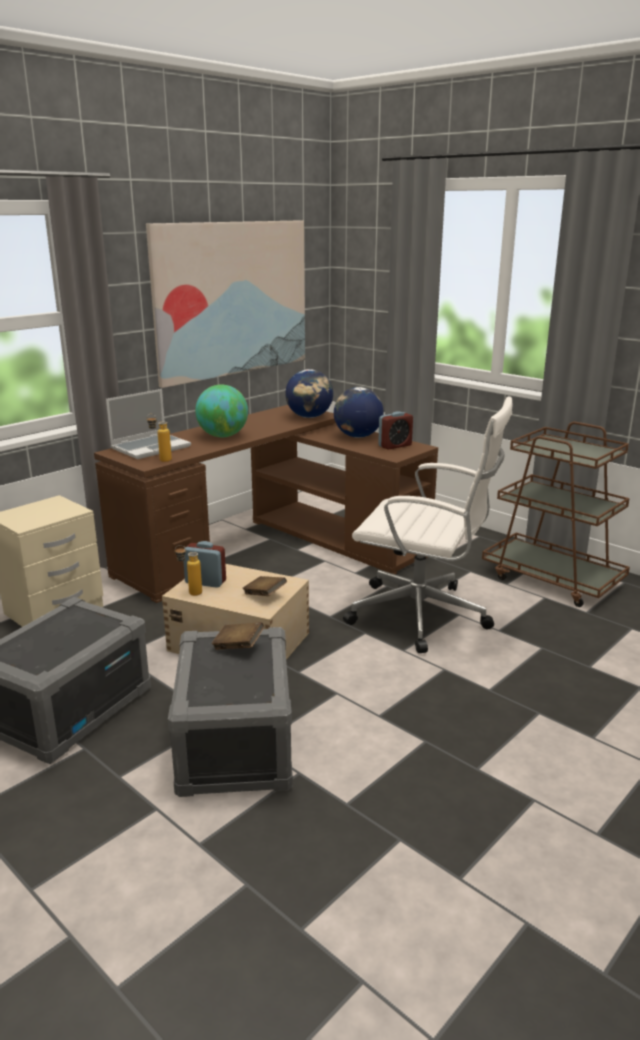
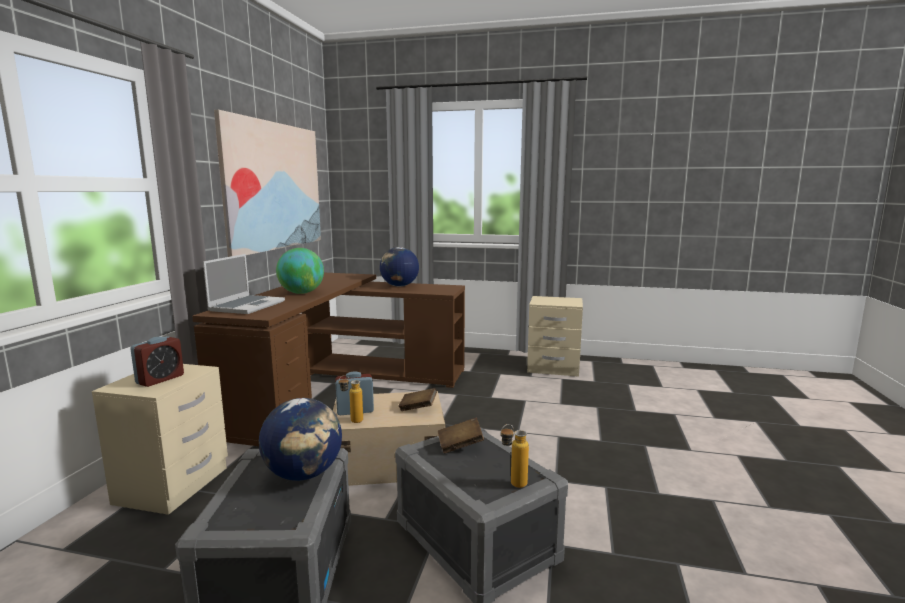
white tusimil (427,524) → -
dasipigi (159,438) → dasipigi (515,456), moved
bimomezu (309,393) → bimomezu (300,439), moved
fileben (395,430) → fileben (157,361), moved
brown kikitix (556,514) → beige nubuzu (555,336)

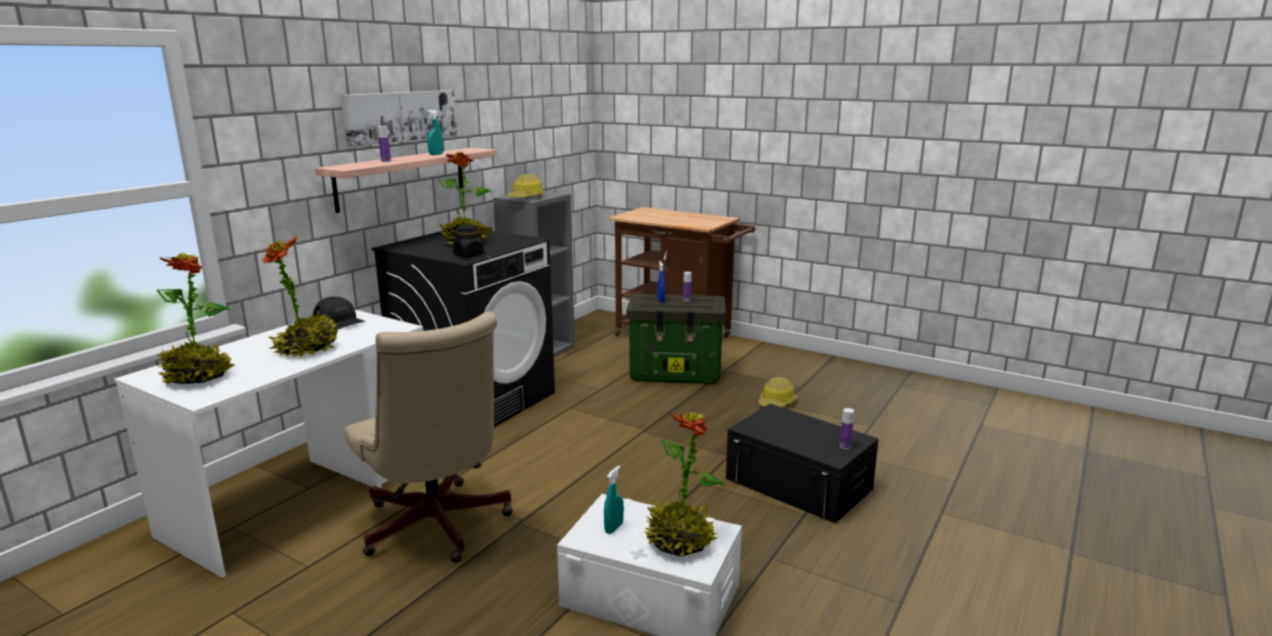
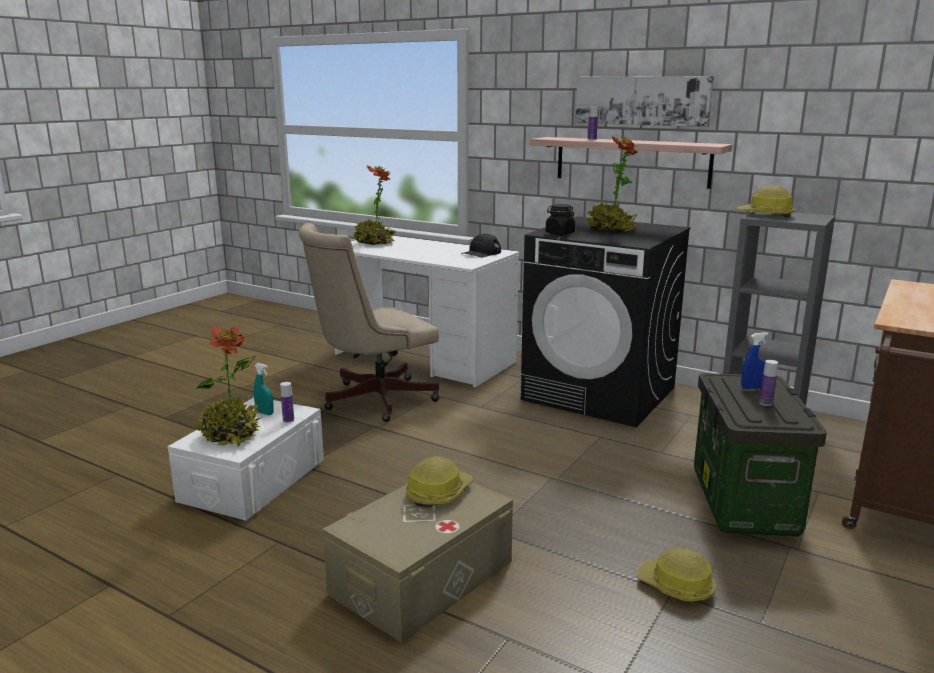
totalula (300,296) → -
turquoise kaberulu (435,132) → -
- → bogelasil (439,482)
dasipigi (847,428) → dasipigi (287,402), moved
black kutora (802,464) → beige kutora (418,562)

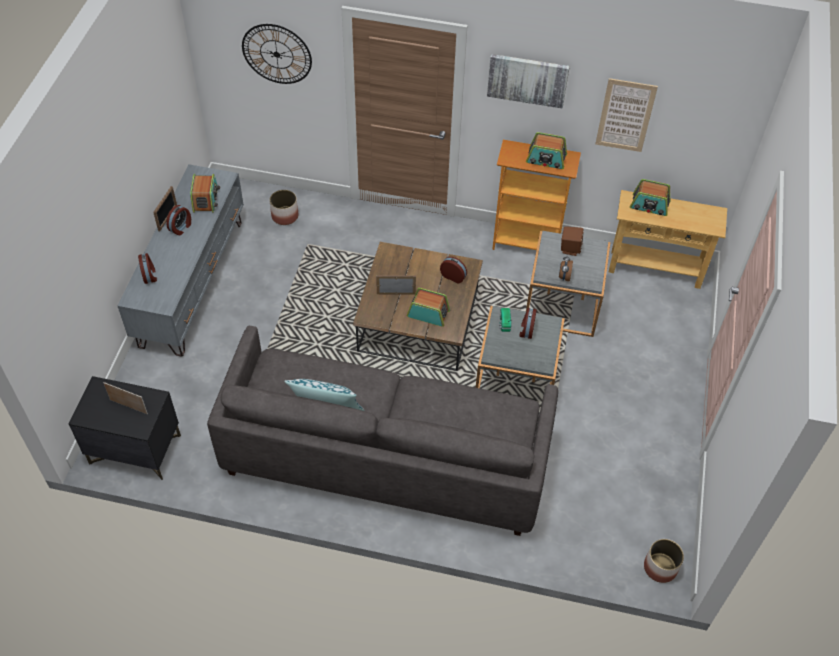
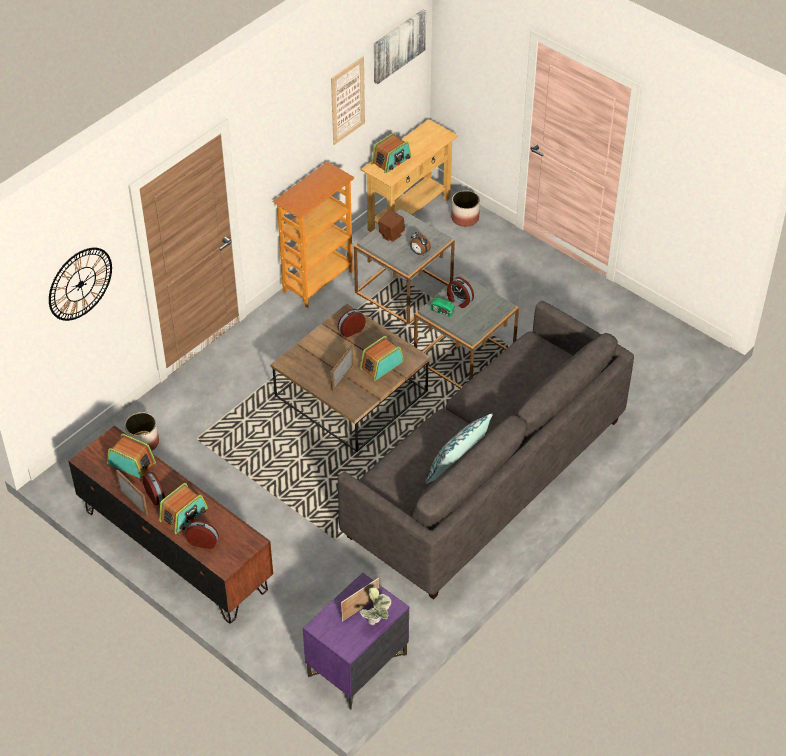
- → totalula (375,606)
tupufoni (528,81) → tupufoni (400,46), moved
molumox (546,150) → molumox (183,508), moved
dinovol (664,561) → dinovol (465,209), moved
black nubuzu (125,428) → purple nubuzu (356,641)
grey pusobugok (180,260) → brown pusobugok (171,524)

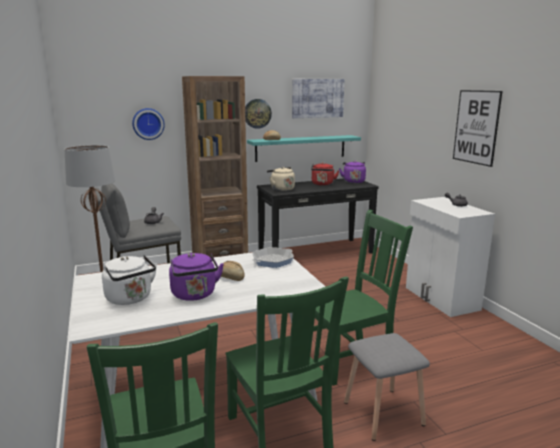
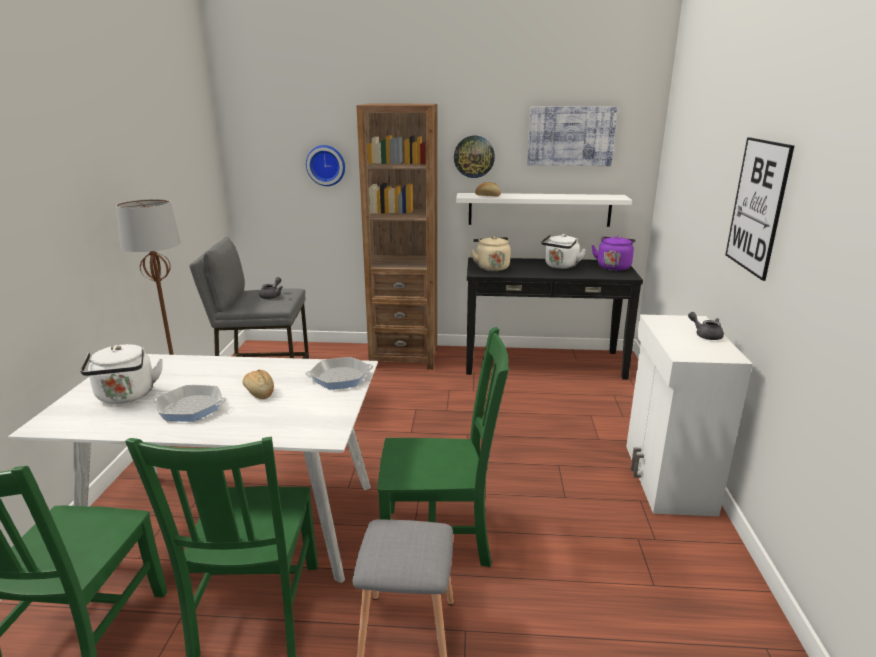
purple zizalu (196,277) → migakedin (189,403)
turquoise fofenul (304,148) → white fofenul (544,210)
red zizalu (325,173) → white zizalu (563,251)

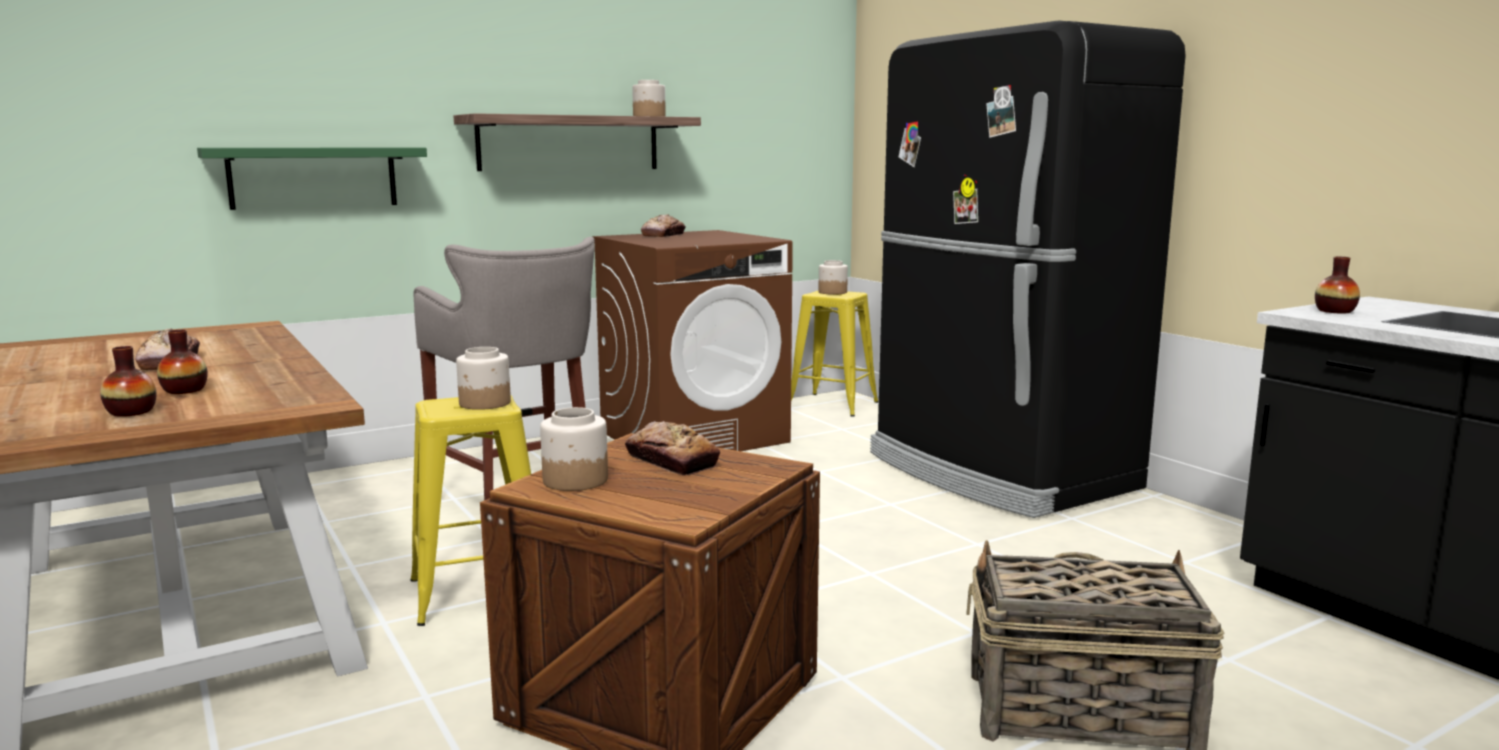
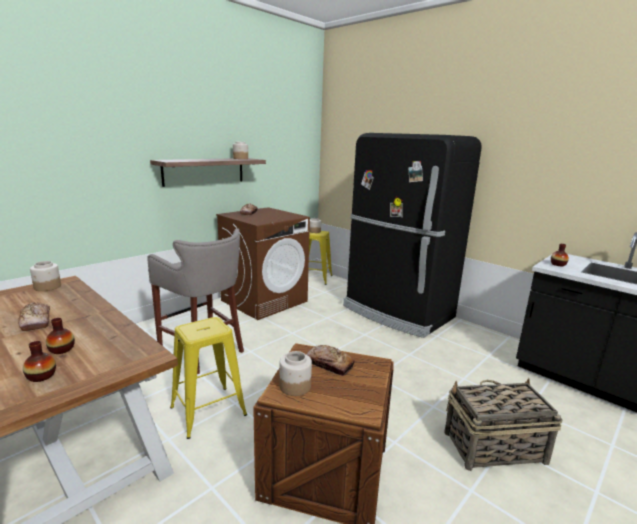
green fofenul (312,179) → -
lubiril (483,378) → lubiril (45,276), moved

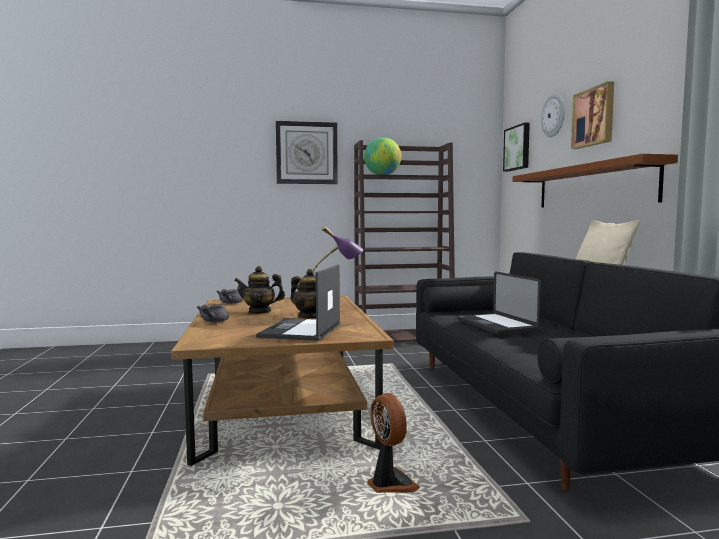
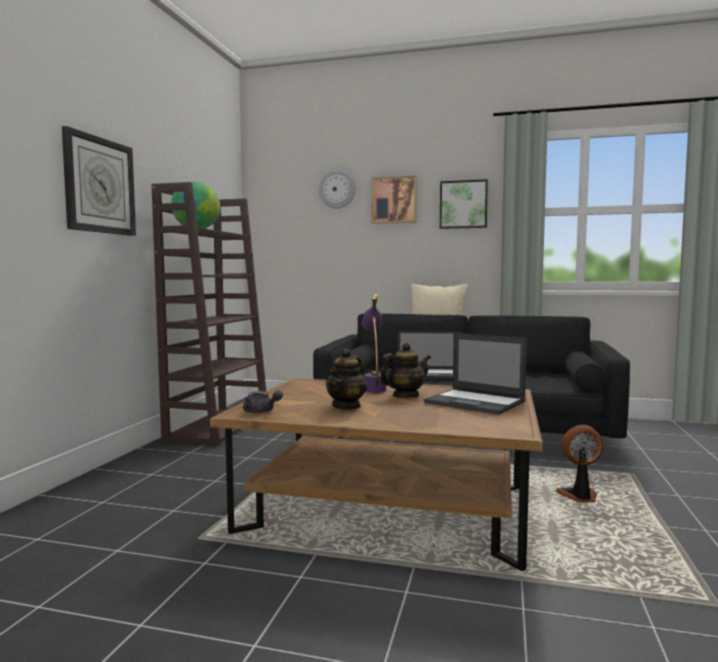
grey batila (213,313) → -
brown fofenul (595,180) → -
tupufoni (516,147) → tupufoni (464,204), moved

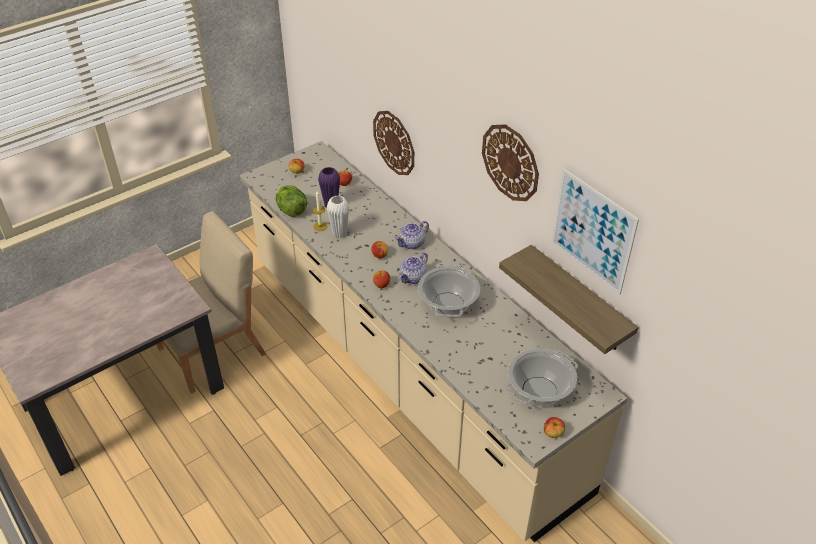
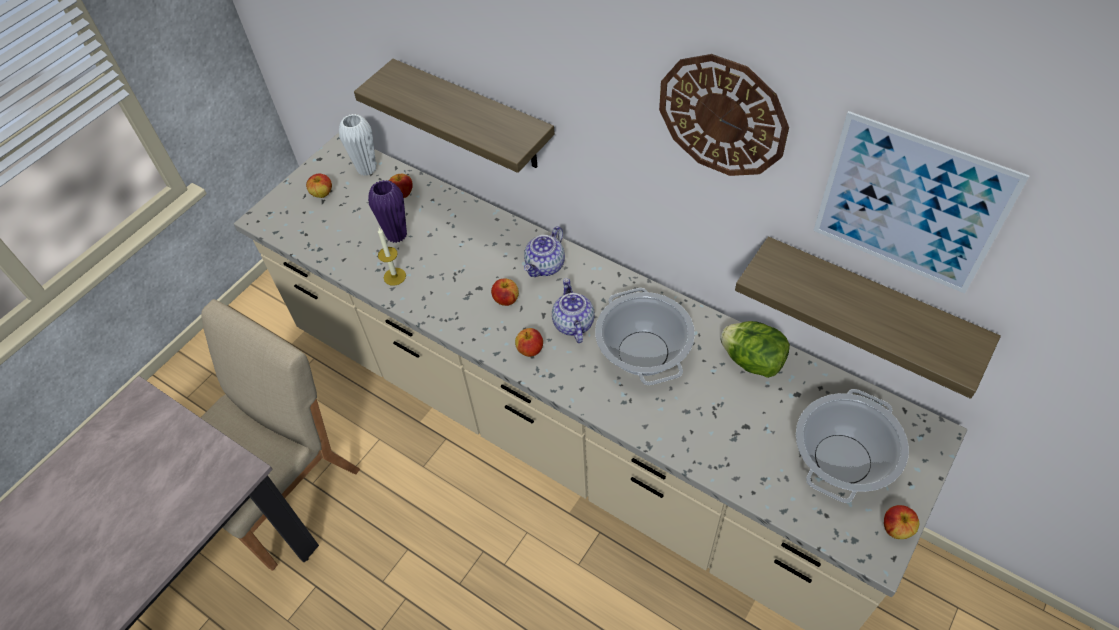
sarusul (291,201) → sarusul (755,349), moved
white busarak (338,216) → white busarak (357,145), moved
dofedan (393,143) → fofenul (454,116)
batila (413,268) → batila (573,310), 150 degrees clockwise

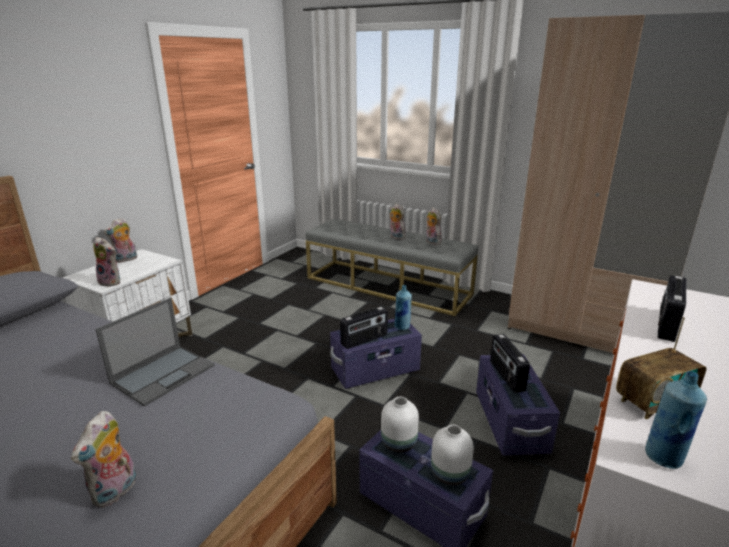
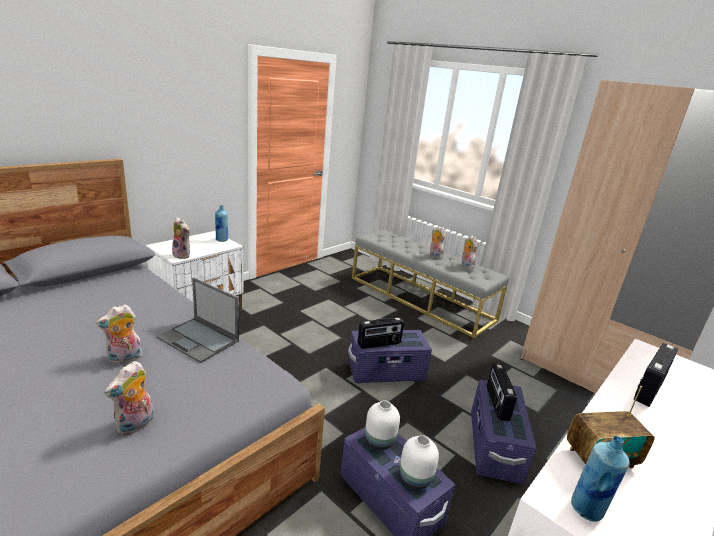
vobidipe (120,240) → vobidipe (119,334), moved
blue dasipigi (403,307) → blue dasipigi (221,223), moved
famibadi (155,352) → famibadi (197,320), 75 degrees clockwise

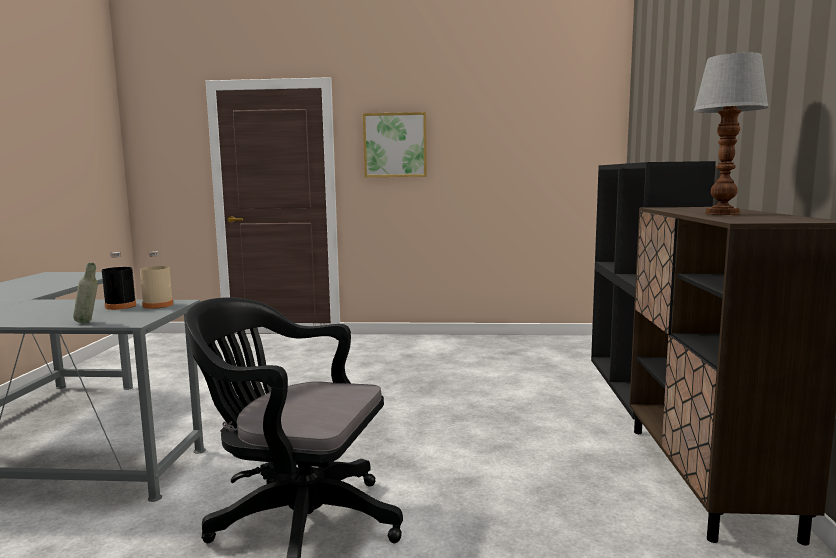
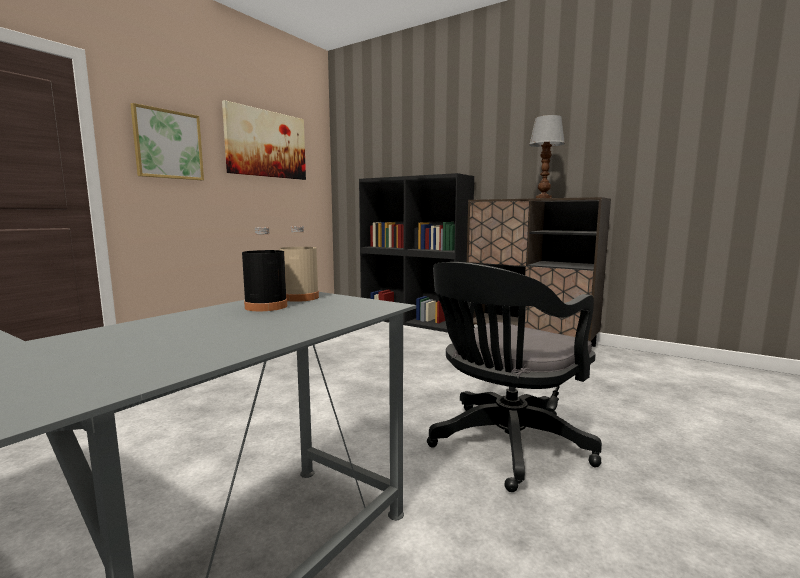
grey dasipigi (85,293) → -
- → tupufoni (264,140)

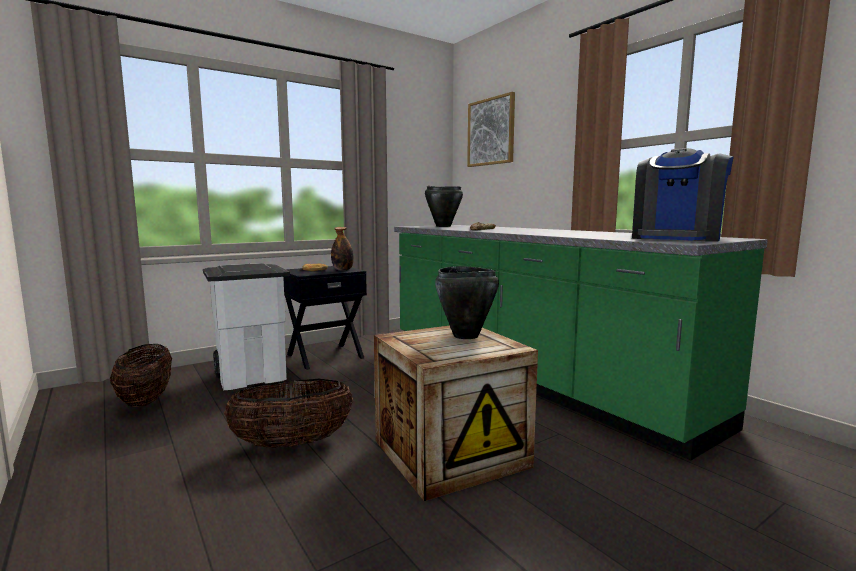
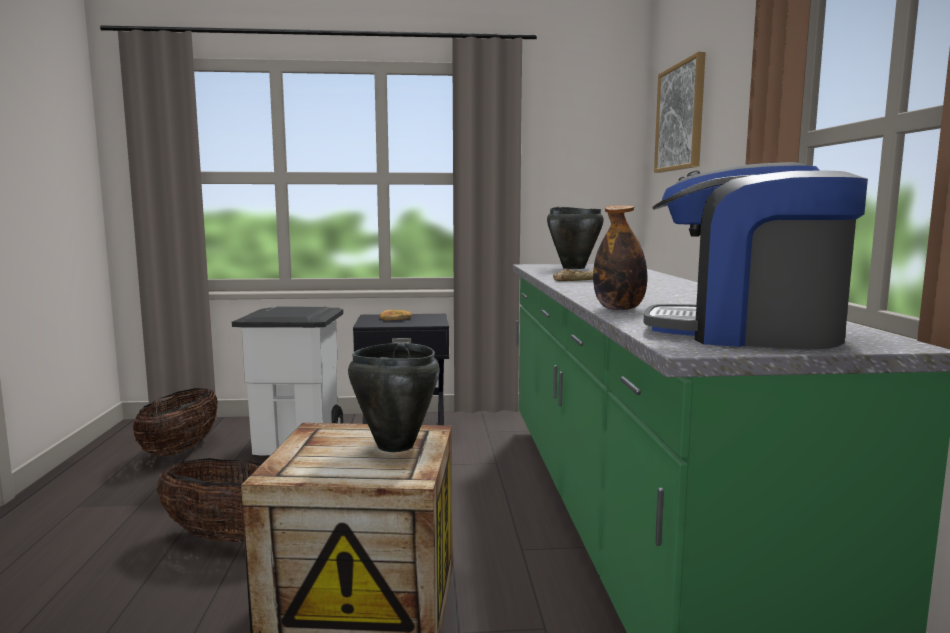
dasipigi (342,249) → dasipigi (620,257), moved
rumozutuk (683,195) → rumozutuk (755,255), 45 degrees clockwise

